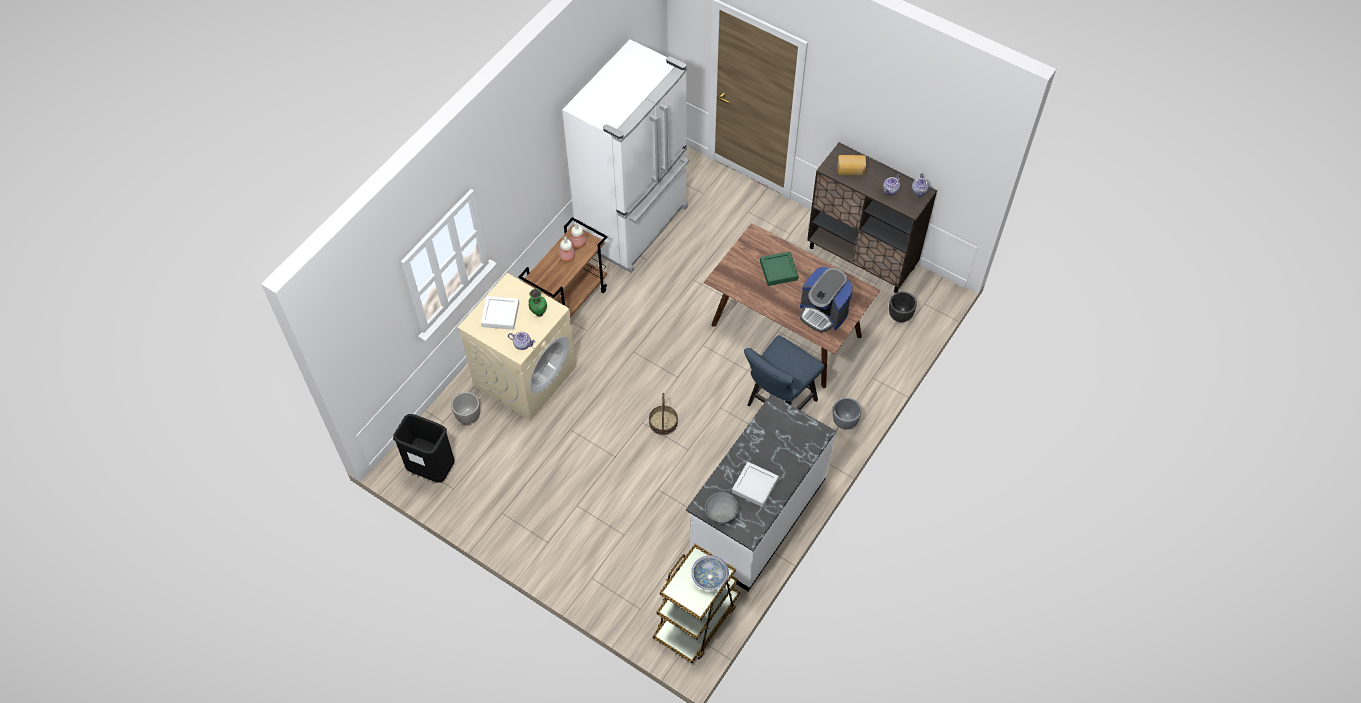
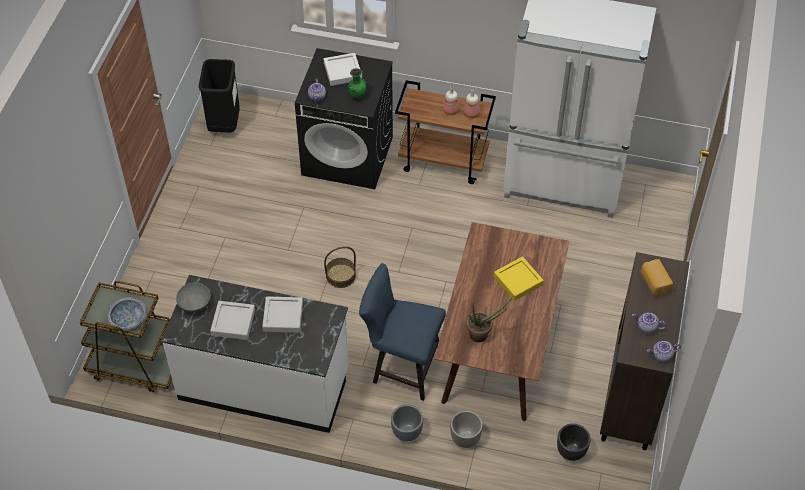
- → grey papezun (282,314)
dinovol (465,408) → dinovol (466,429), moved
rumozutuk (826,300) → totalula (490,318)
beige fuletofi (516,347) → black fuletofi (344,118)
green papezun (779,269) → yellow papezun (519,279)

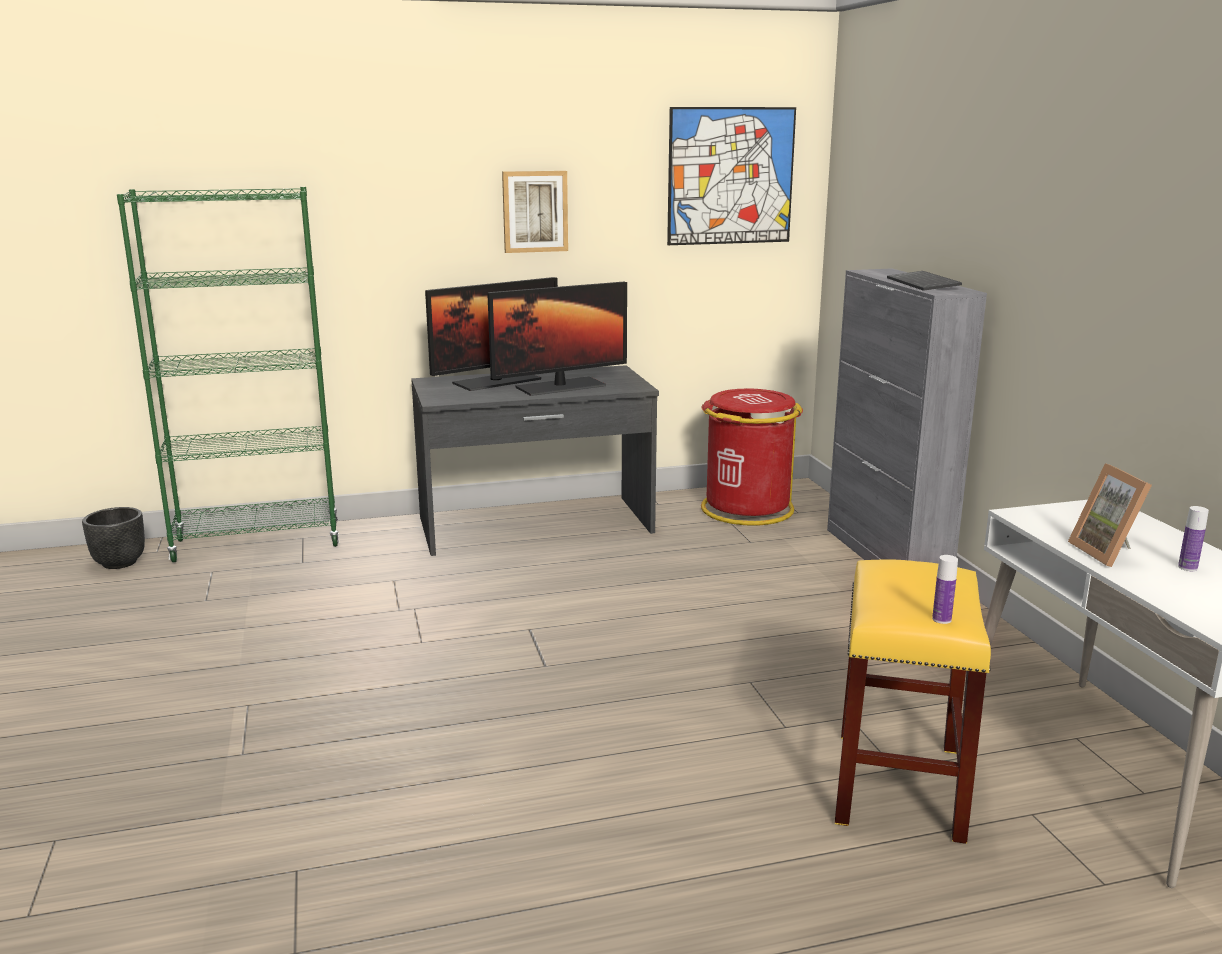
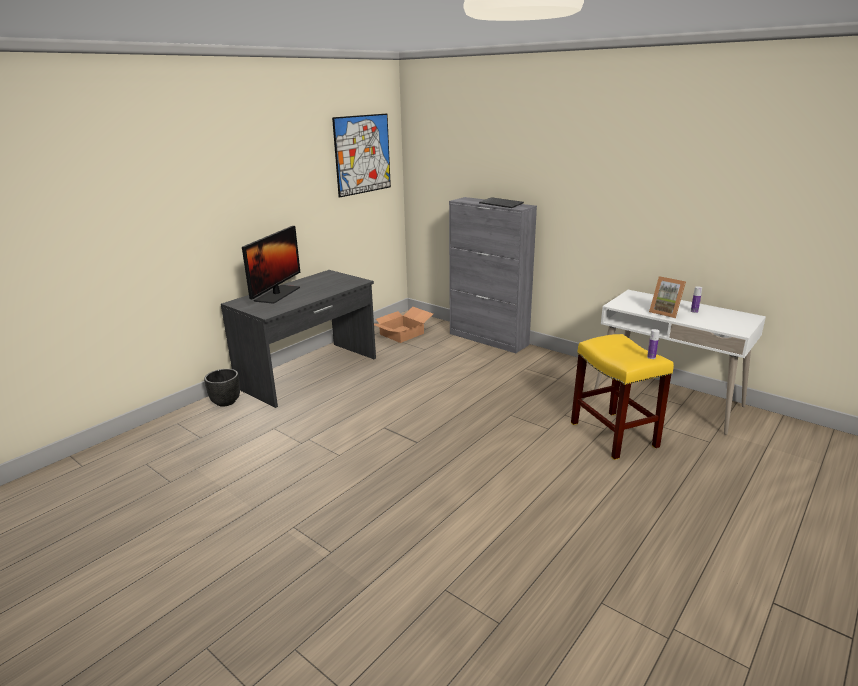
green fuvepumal (228,374) → -
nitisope (557,339) → -
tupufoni (535,212) → -
black dinovol (113,538) → black dinovol (222,388), moved
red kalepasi (752,457) → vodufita (403,325)

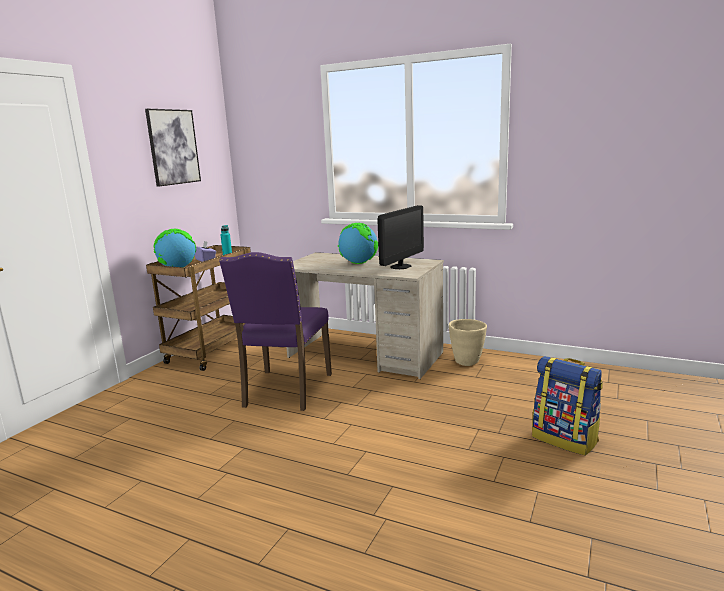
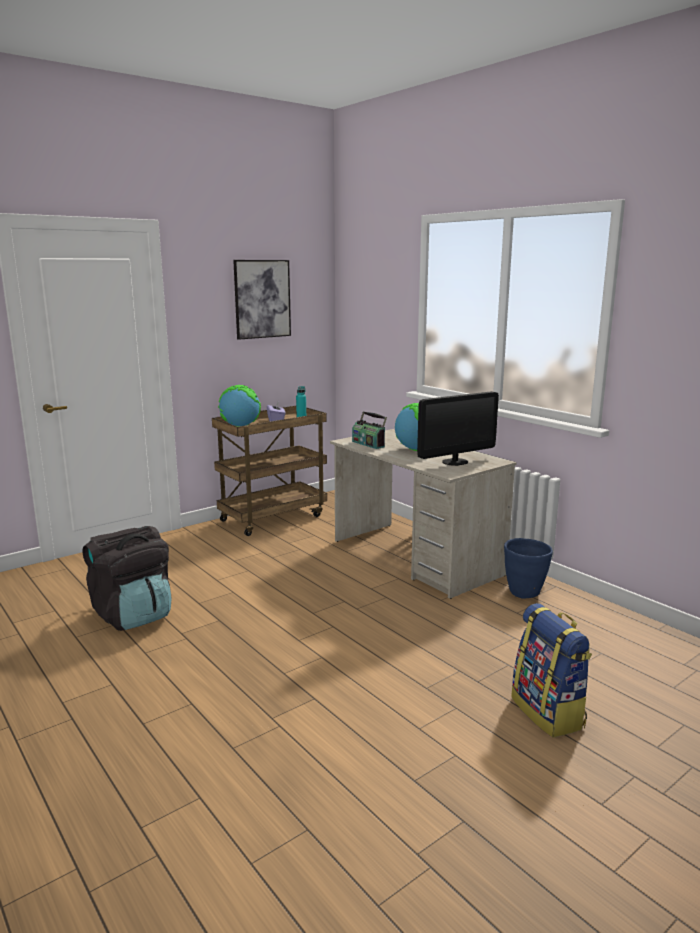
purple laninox (275,331) → -
- → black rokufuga (127,578)
- → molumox (369,430)
beige dinovol (468,342) → blue dinovol (528,568)

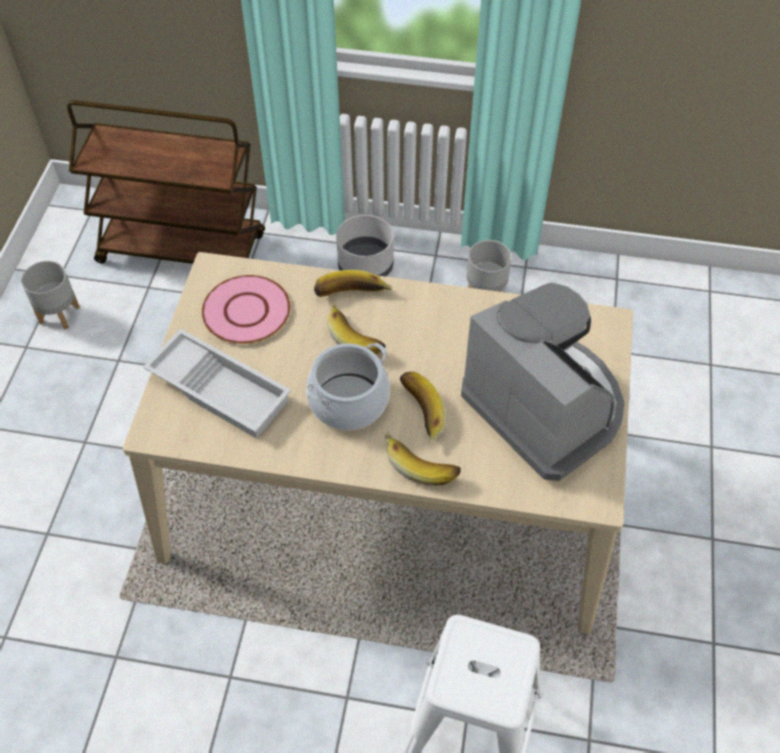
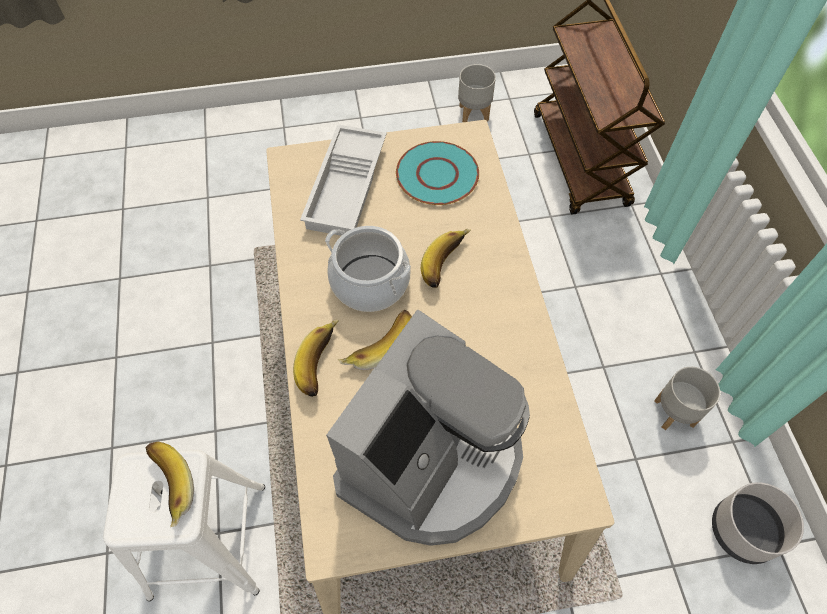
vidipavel (353,283) → vidipavel (169,484), moved
grey dinovol (365,246) → grey dinovol (758,523), moved
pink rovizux (246,309) → turquoise rovizux (437,173)

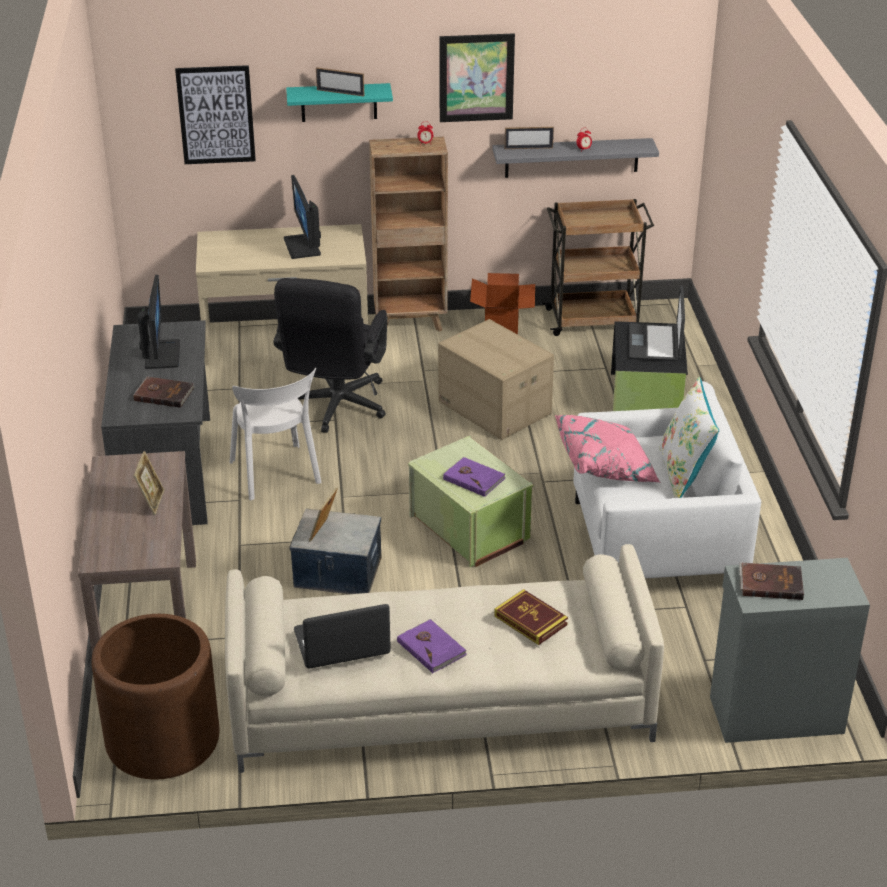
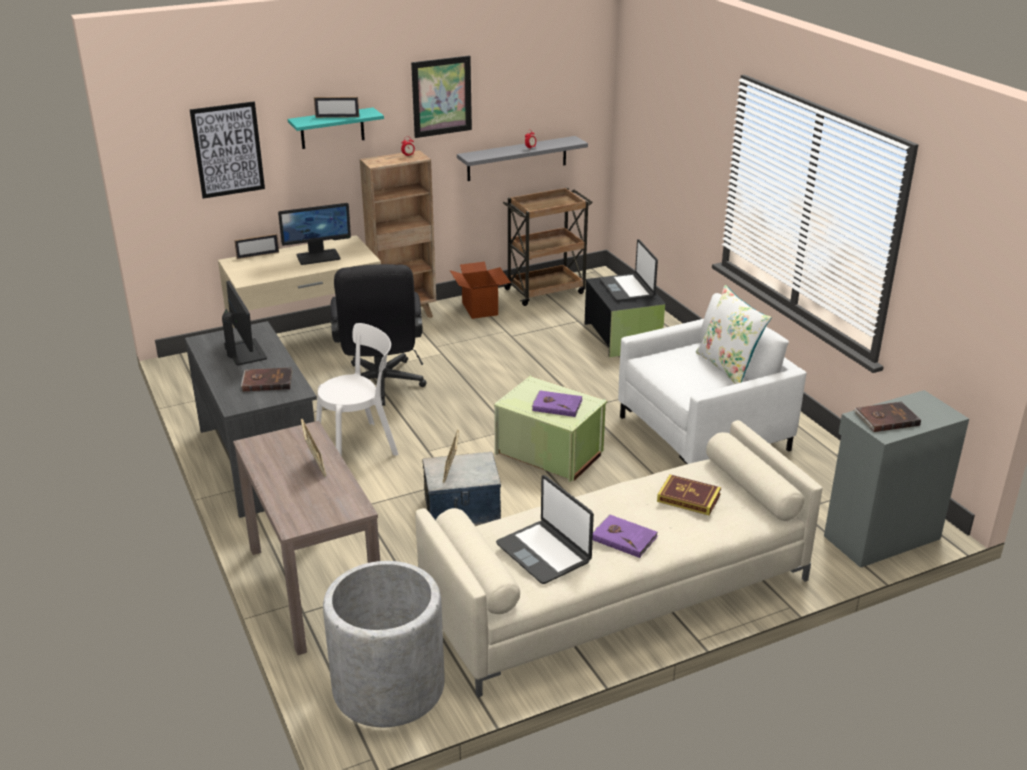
vodufita (496,379) → -
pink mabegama (608,449) → -
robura (529,138) → robura (256,246), moved
brown dinovol (155,697) → grey dinovol (384,644)
white laninox (276,434) → white laninox (357,389), 75 degrees counterclockwise
nitisope (302,217) → nitisope (314,234), 75 degrees counterclockwise
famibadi (342,636) → famibadi (545,529), 90 degrees counterclockwise

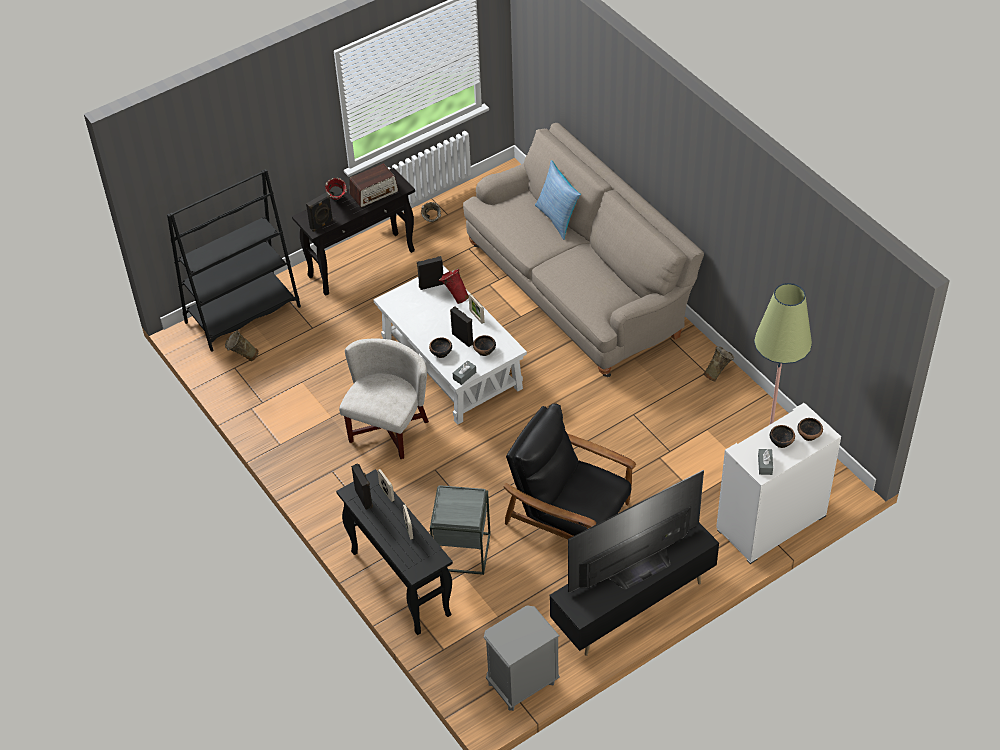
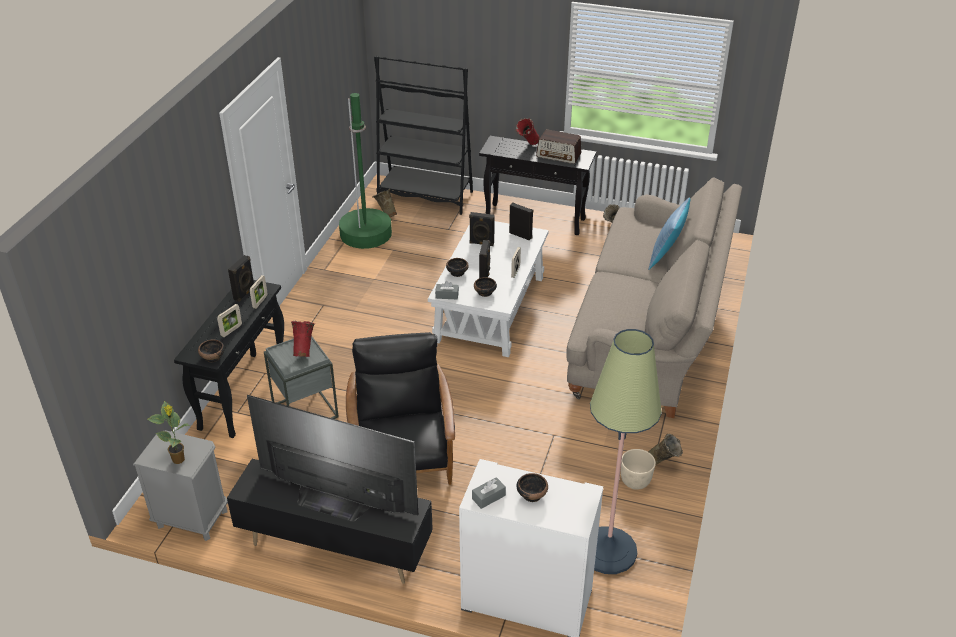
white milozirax (384,398) → -
- → totalula (169,432)
- → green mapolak (365,171)
- → beige dinovol (638,469)
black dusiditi (319,212) → black dusiditi (482,229), moved
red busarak (454,286) → red busarak (303,339), moved
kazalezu (810,429) → kazalezu (211,351), moved

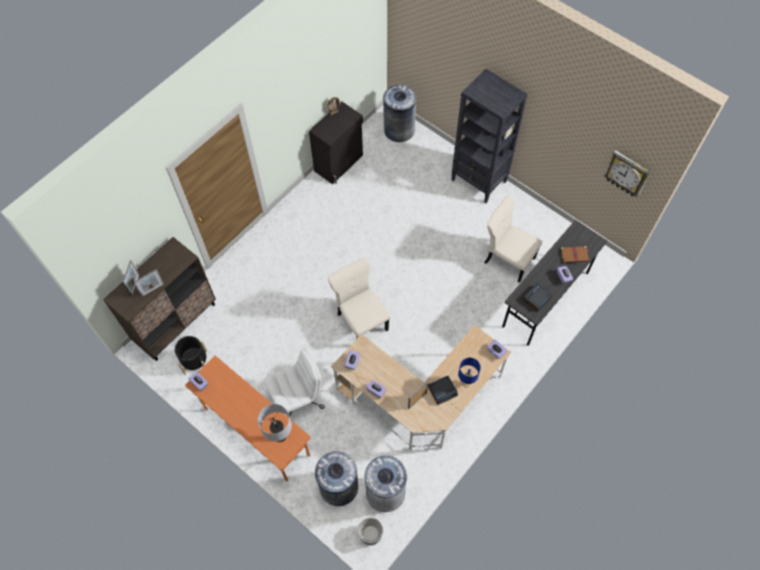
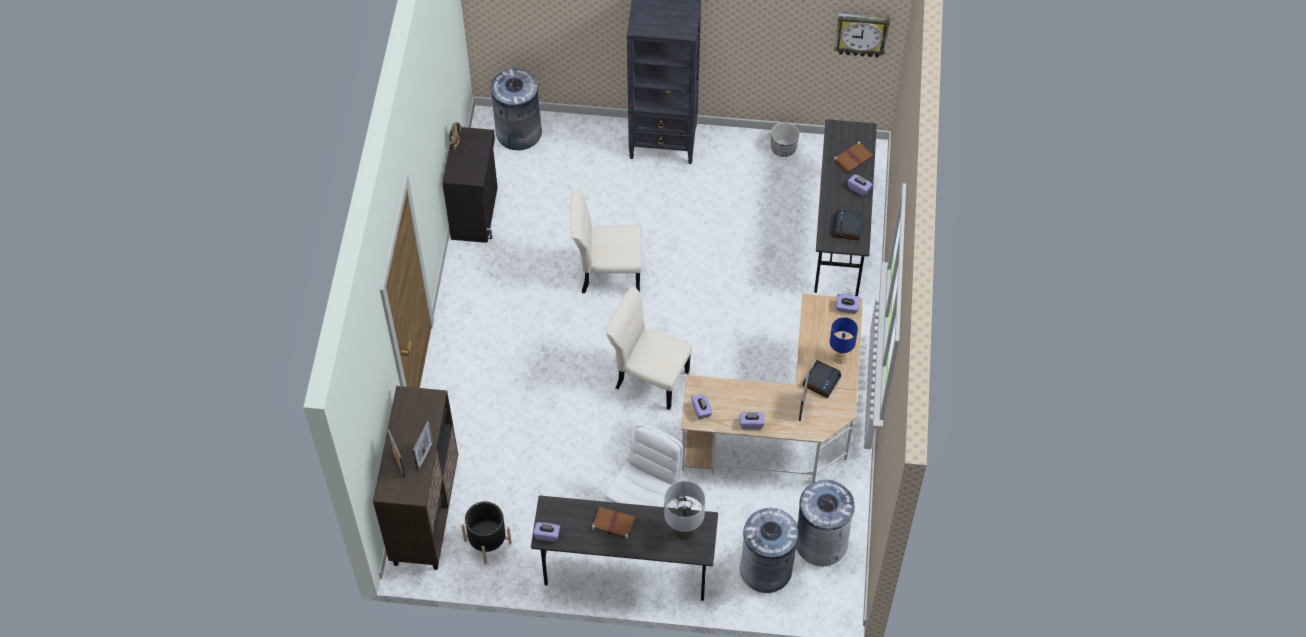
- → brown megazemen (612,522)
dinovol (370,531) → dinovol (785,139), moved
beige laninox (513,239) → beige laninox (606,241), moved
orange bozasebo (248,419) → grey bozasebo (624,548)

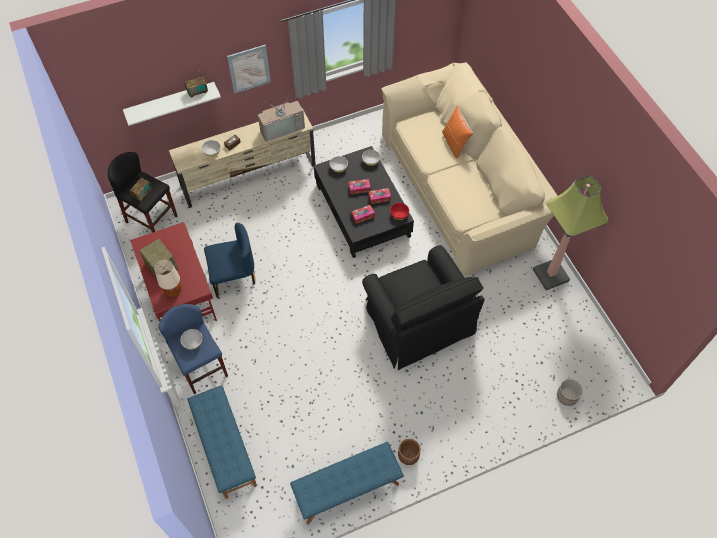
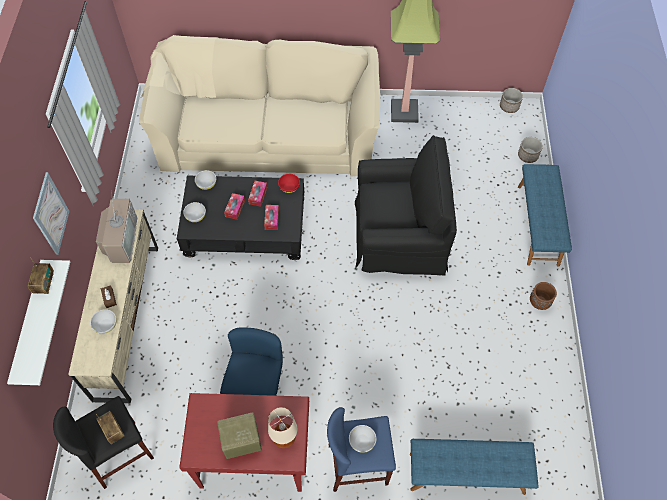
orange mabegama (457,132) → -
- → dinovol (511,100)
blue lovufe (347,483) → blue lovufe (545,215), moved

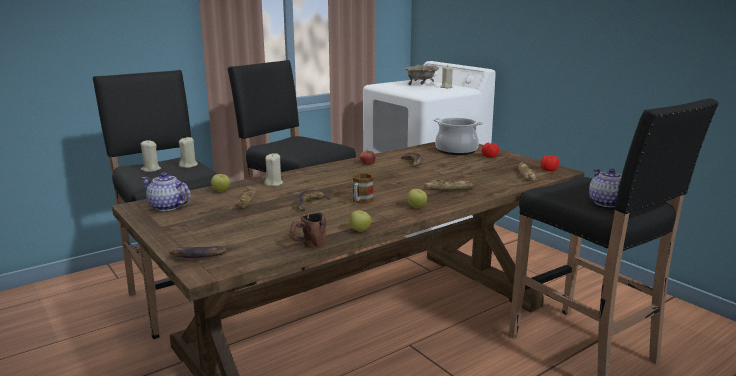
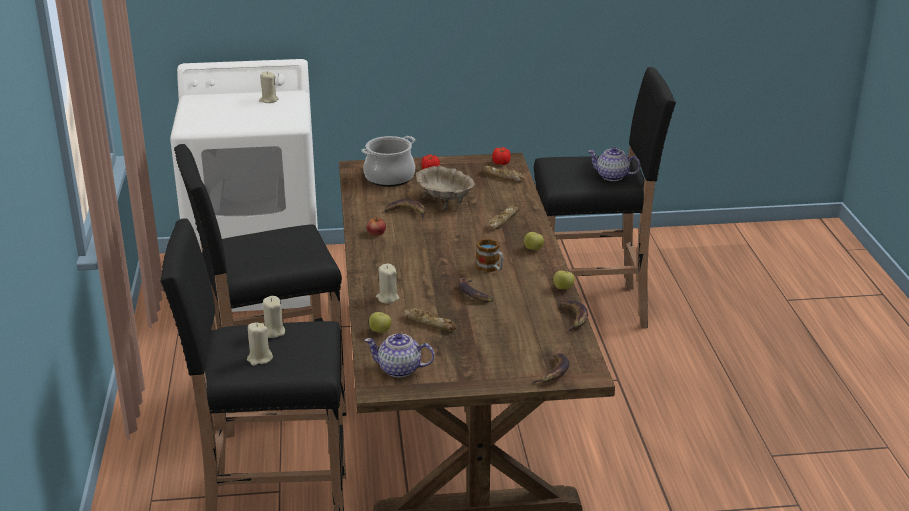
beige kazalezu (421,75) → beige kazalezu (445,187), moved
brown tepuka (308,230) → vidipavel (574,316)
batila (166,191) → batila (399,355), 45 degrees clockwise

